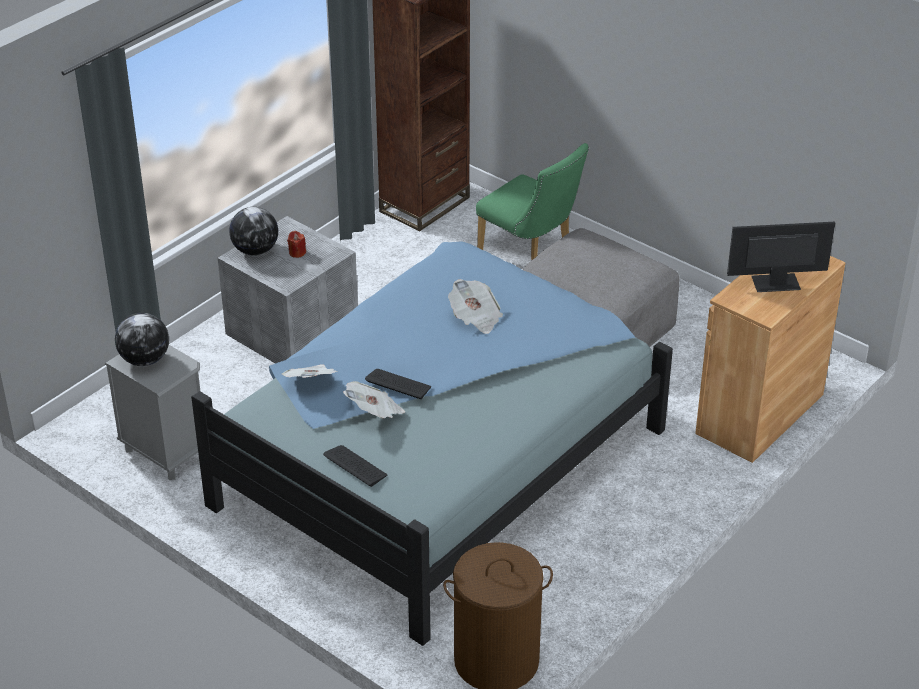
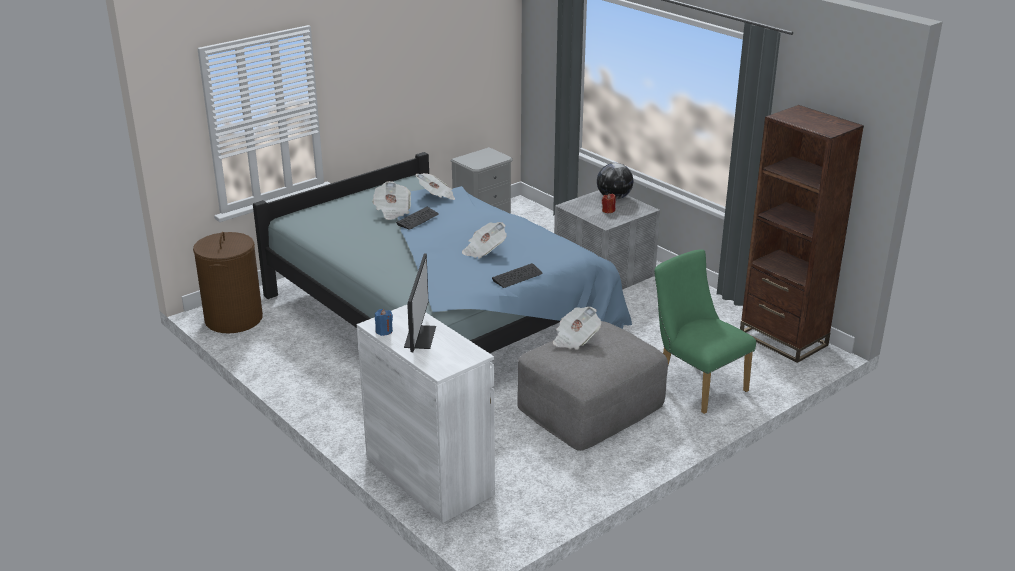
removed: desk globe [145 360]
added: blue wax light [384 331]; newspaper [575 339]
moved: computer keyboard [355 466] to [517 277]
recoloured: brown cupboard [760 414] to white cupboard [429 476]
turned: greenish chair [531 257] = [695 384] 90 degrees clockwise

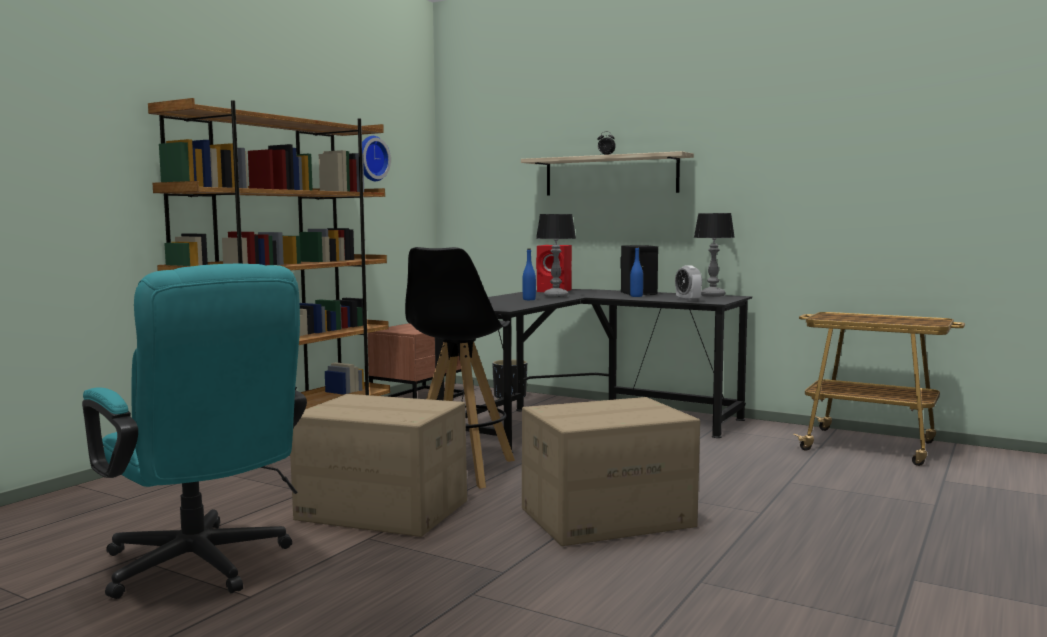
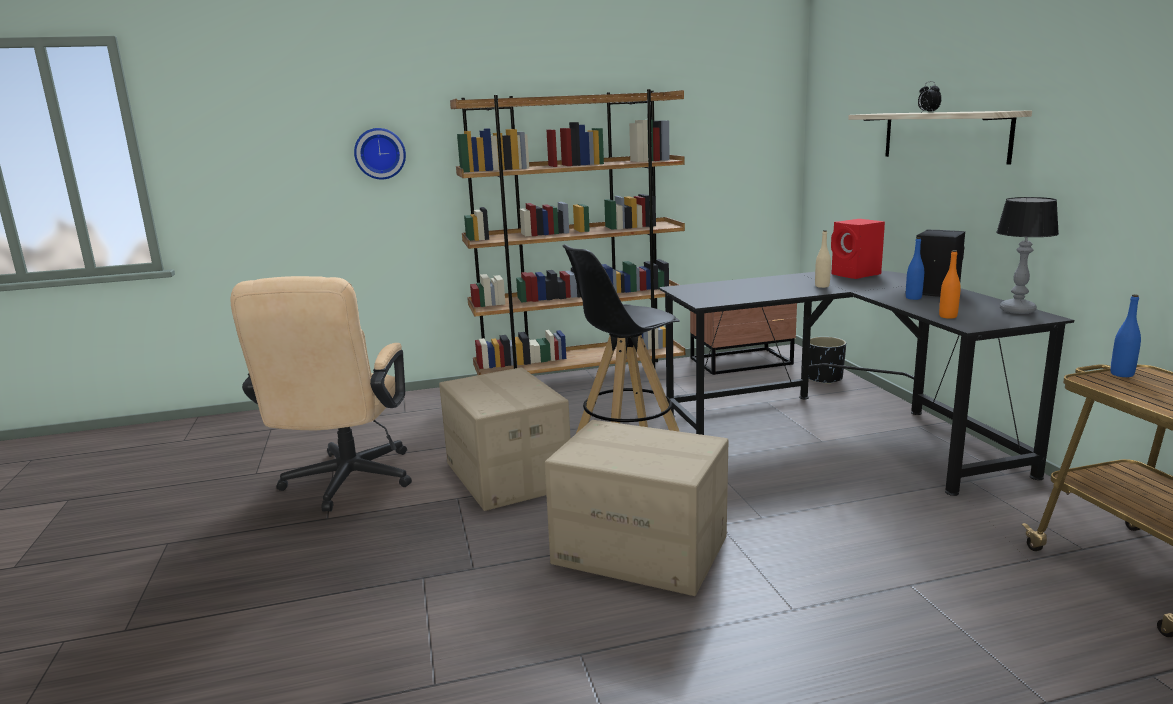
moved: clock on the wall [371 158] to [380 153]; blue drink bottle [529 299] to [1122 374]
replaced: table lamp [555 296] to beige drink bottle [822 286]; bedside clock [688 300] to orange-coloured drink bottle [948 316]
recoloured: turquoise-coloured office chair [202 568] to beige office chair [345 485]

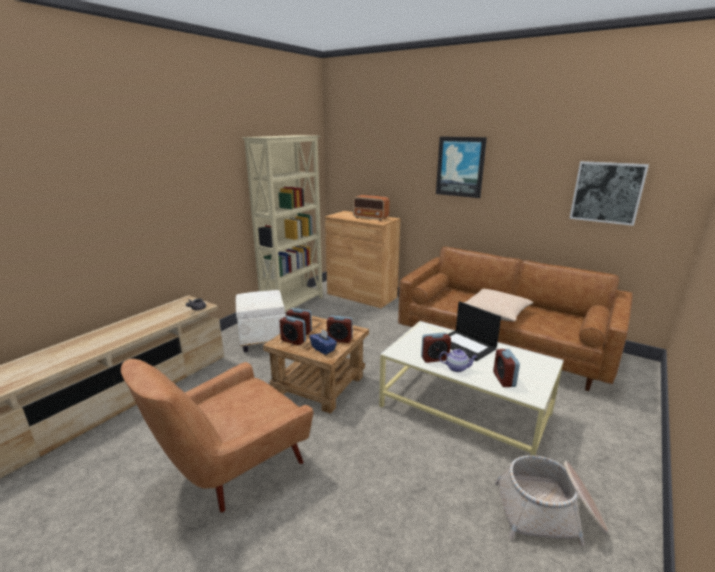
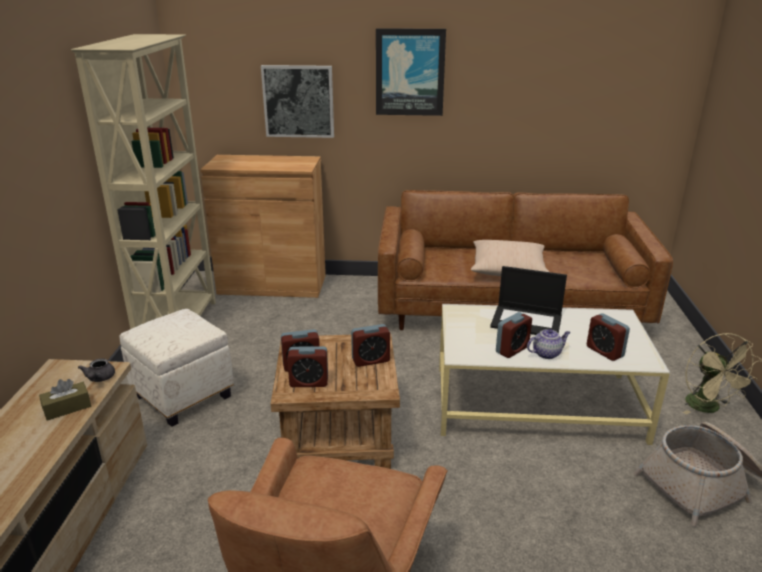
removed: blue tissue box [323 349]; radio [371 218]
added: brown tissue box [67 408]; beige fan [708 408]
moved: wall art [607 192] to [298 101]

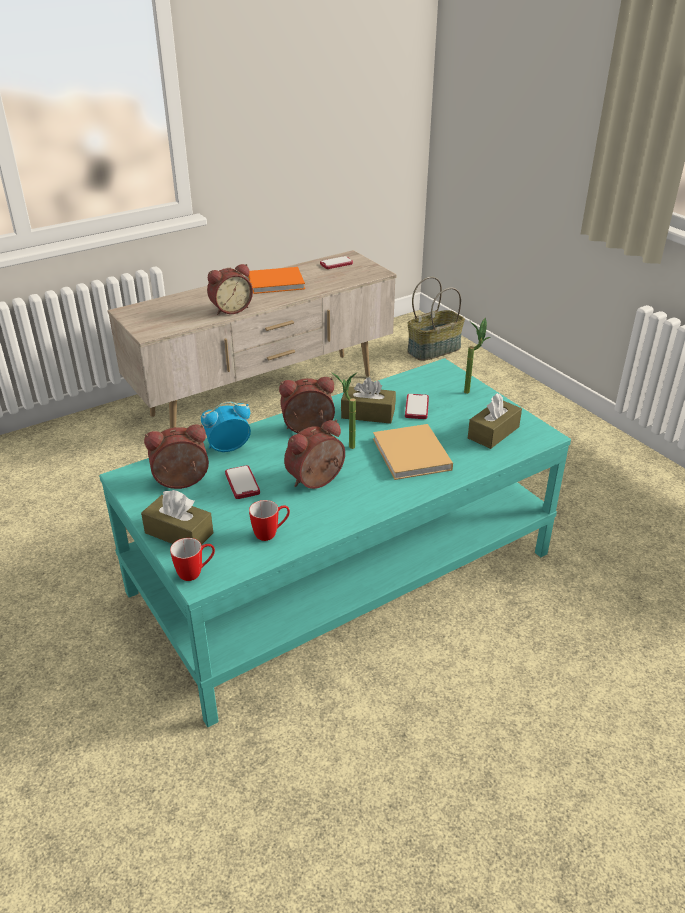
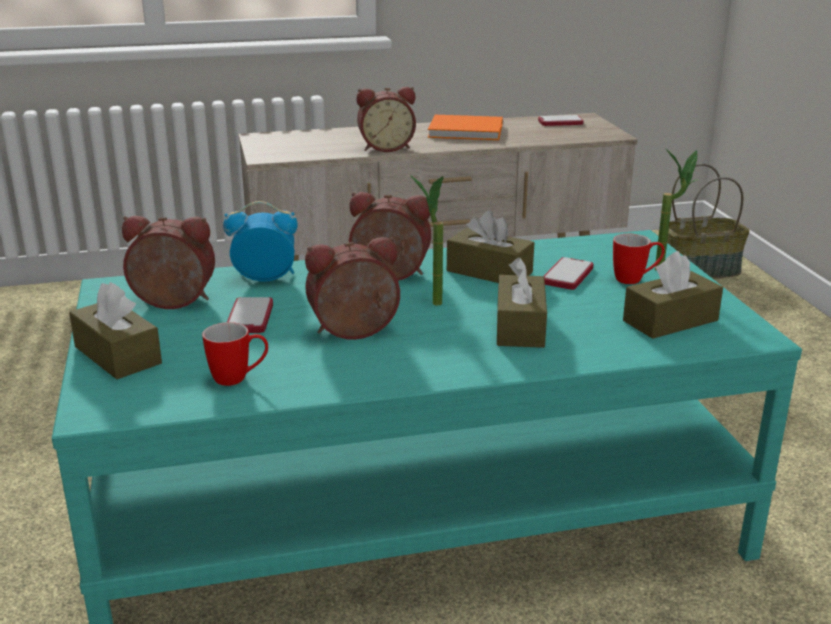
moved: coffee mug [196 572] to [635 279]
replaced: beige volume [412 455] to brown tissue box [520 327]

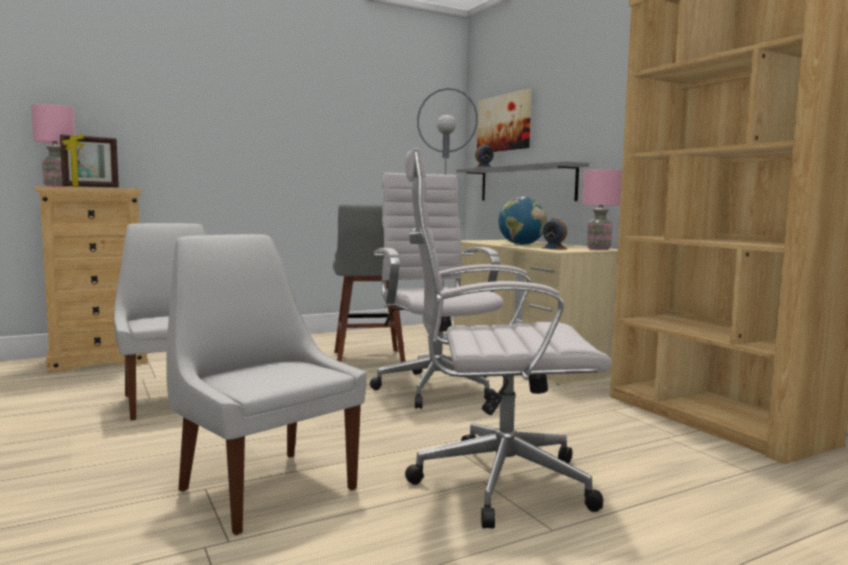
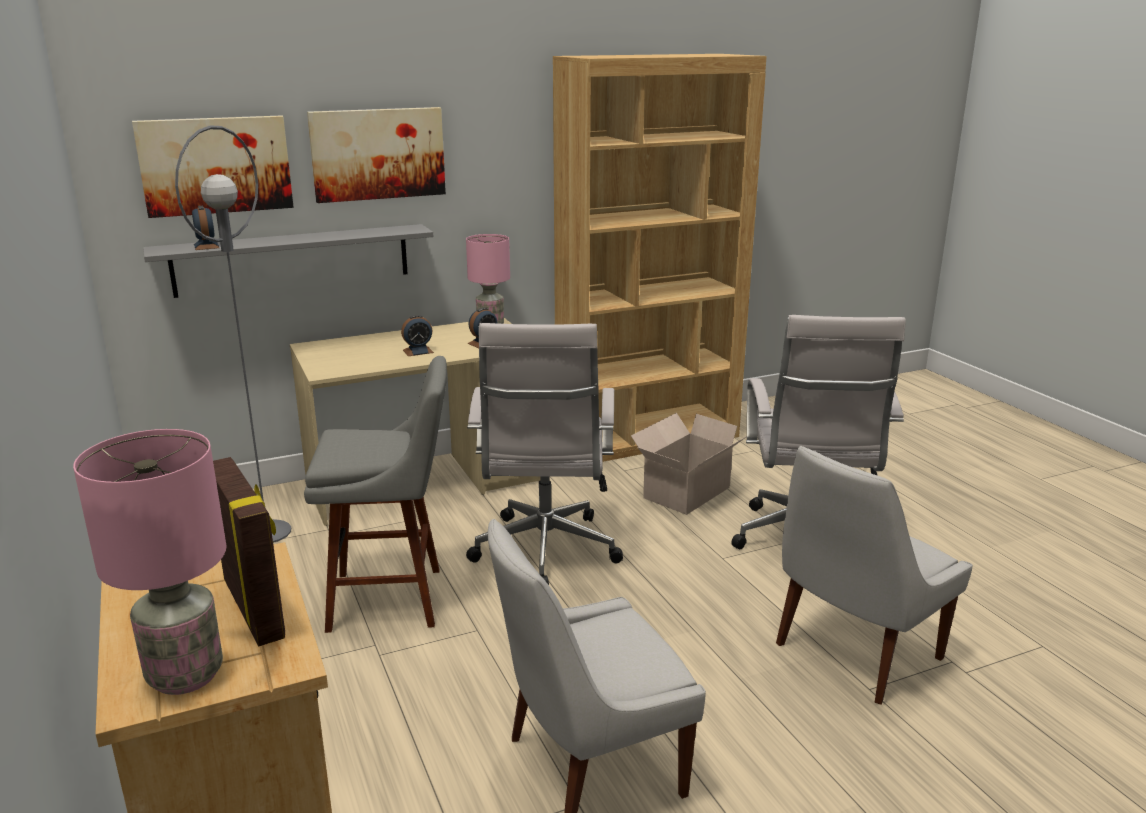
added: wall art [378 154]; cardboard box [684 493]
replaced: desk globe [521 244] to bedside clock [418 351]
turned: white office chair [434 387] = [545 554] 75 degrees counterclockwise

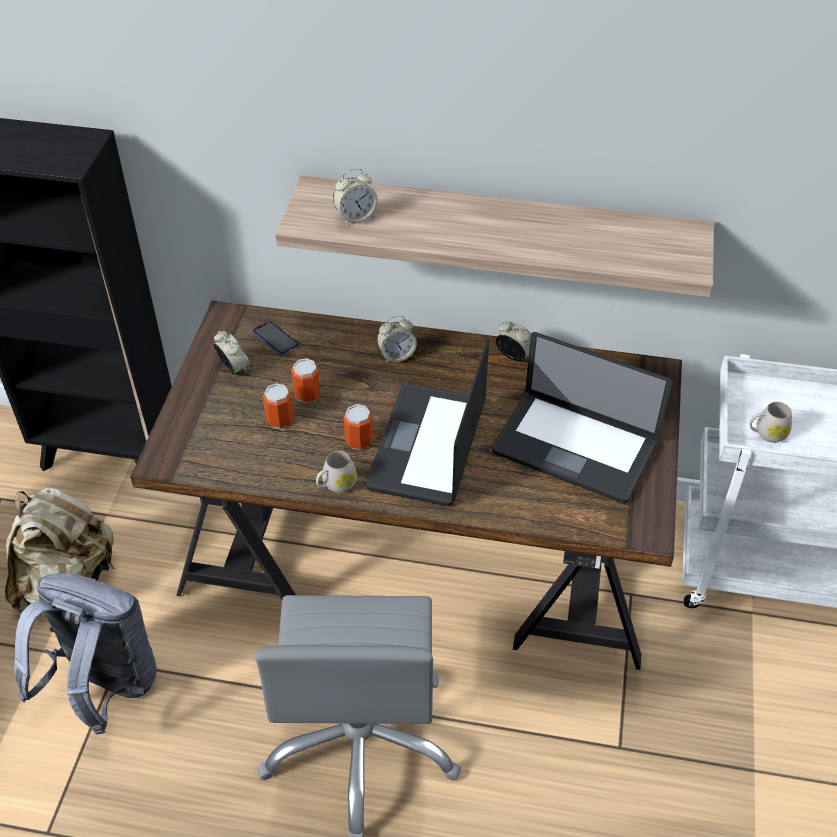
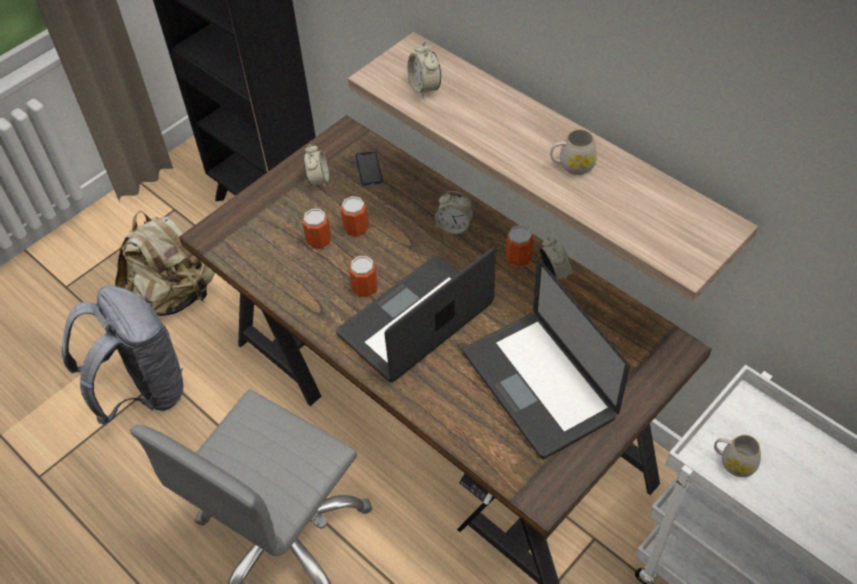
added: can [518 258]
moved: white coffee mug [336 485] to [572 165]
turned: bedside clock [356 217] = [424 88] 60 degrees clockwise

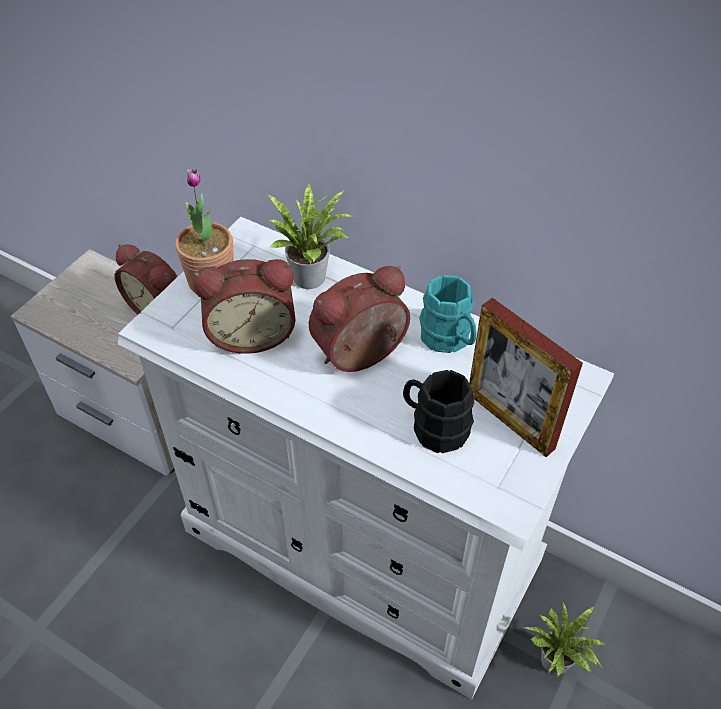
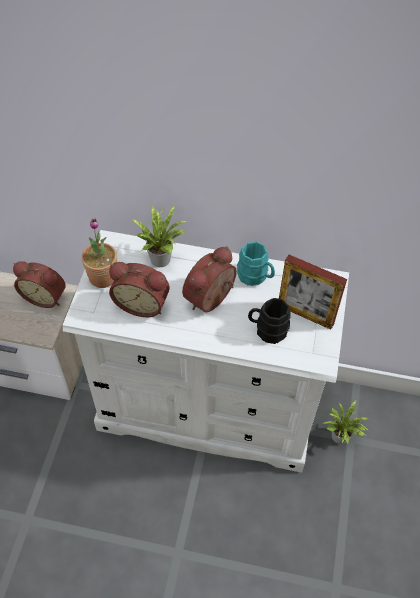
turned: bedside clock [251 333] = [142 303] 45 degrees clockwise

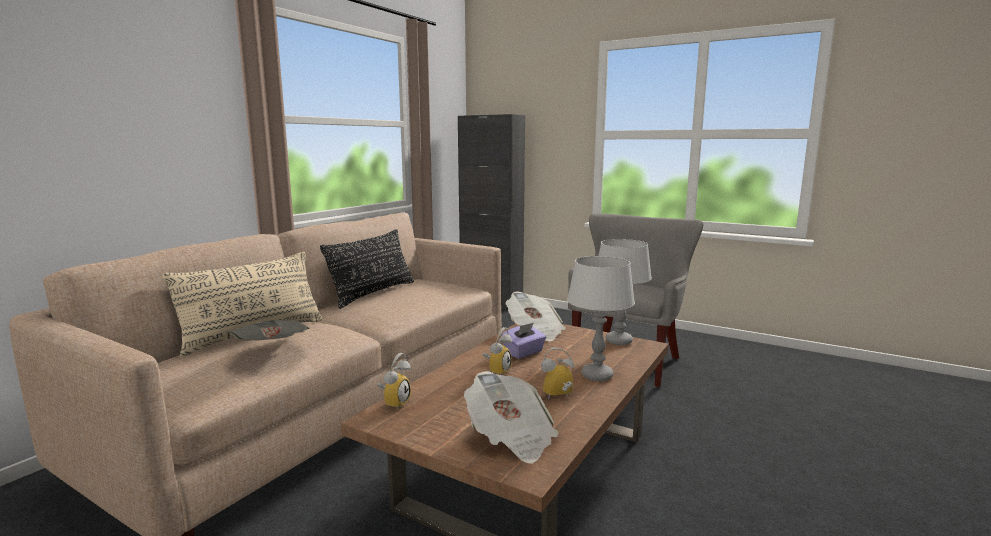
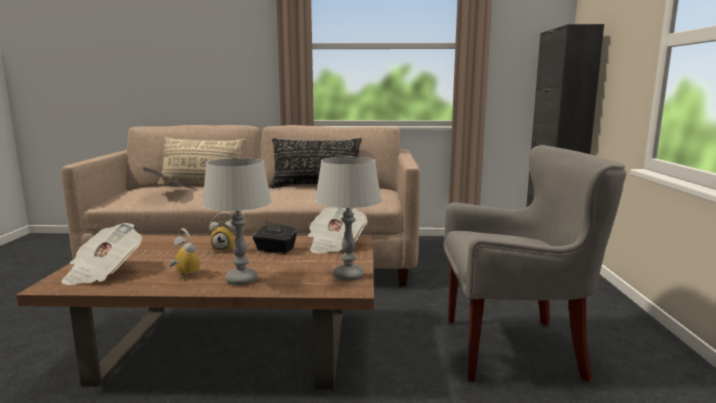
removed: bedside clock [394 403]
recoloured: purple tissue box [524 352] to black-coloured tissue box [275 250]

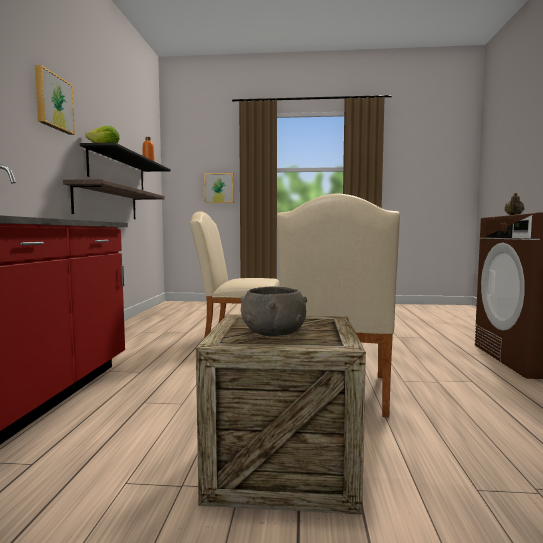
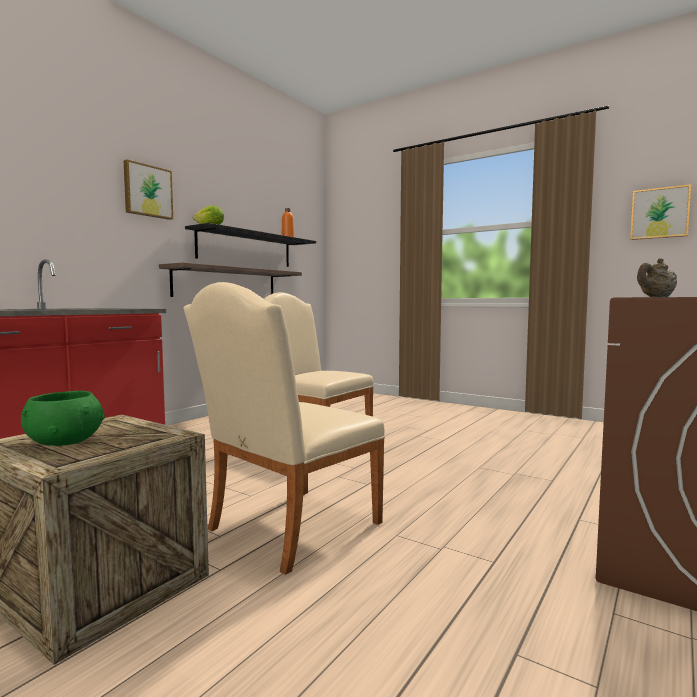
moved: wall art [219 188] to [660 213]
recoloured: grey serving bowl [273 333] to greenish serving bowl [65 442]

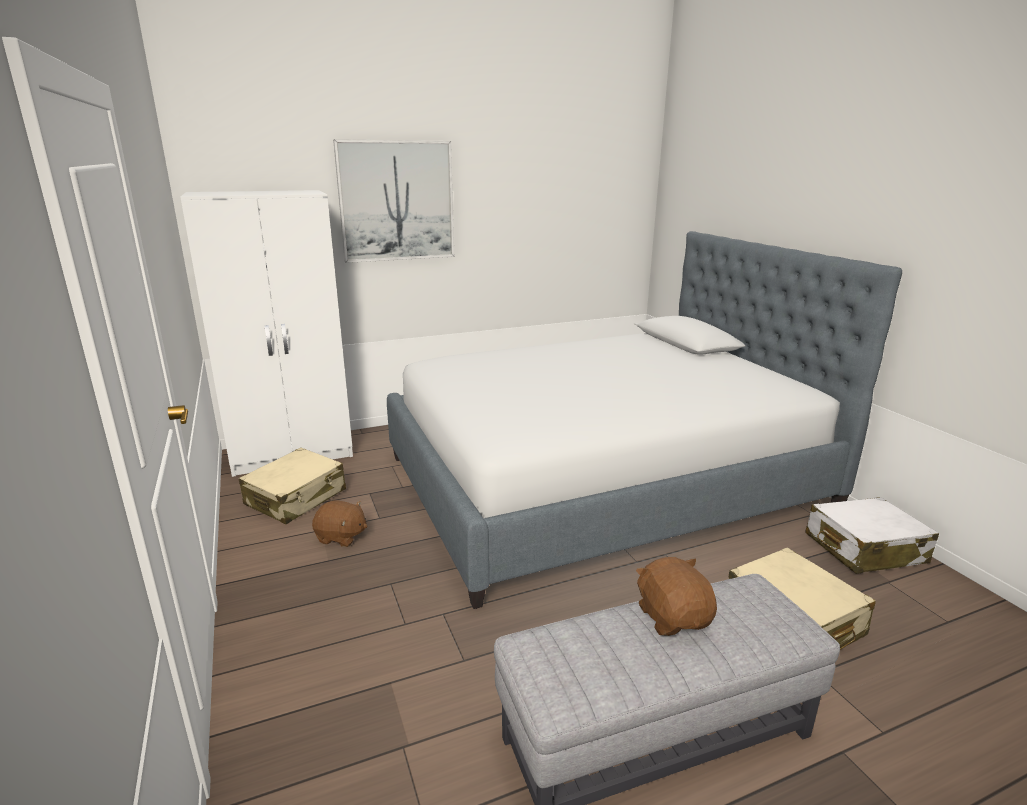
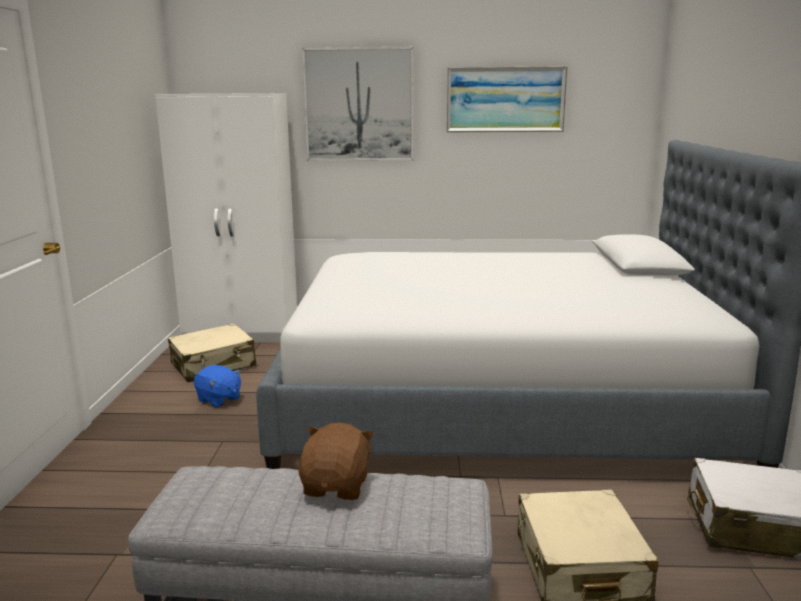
added: wall art [505 99]
recoloured: brown soft toy [341 537] to blue soft toy [219 399]

